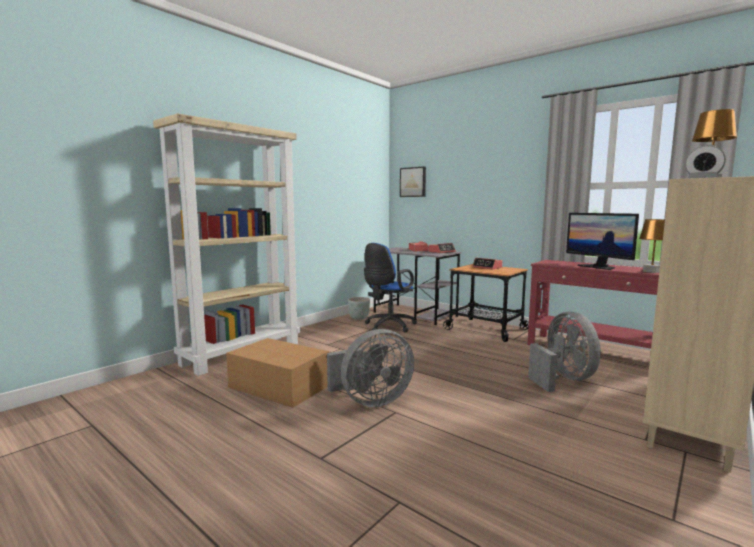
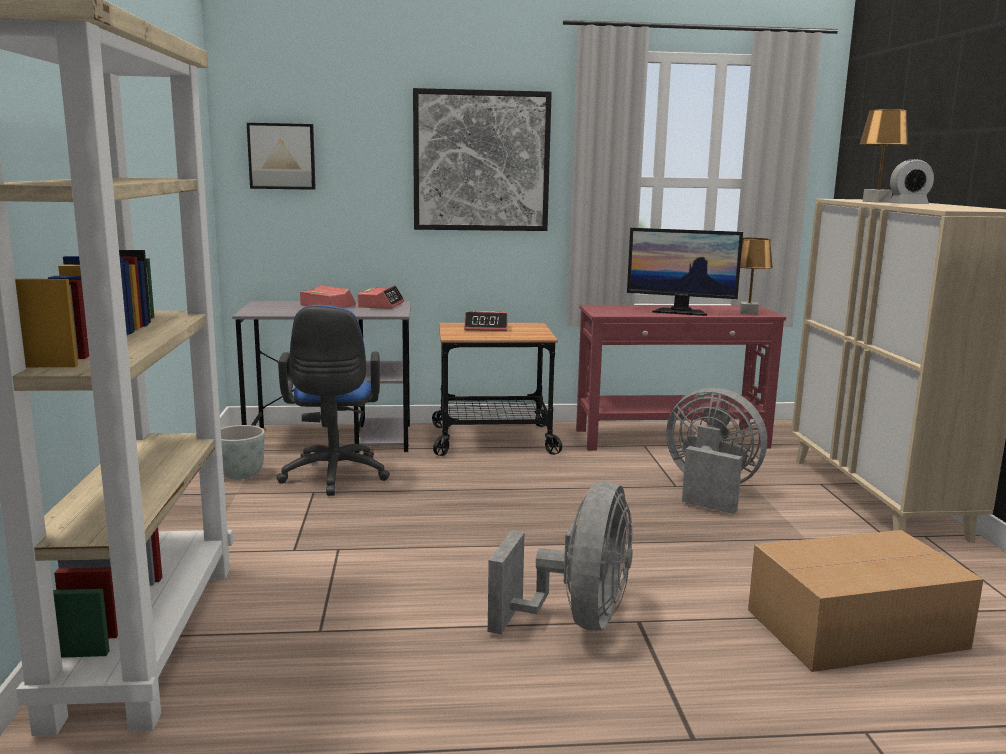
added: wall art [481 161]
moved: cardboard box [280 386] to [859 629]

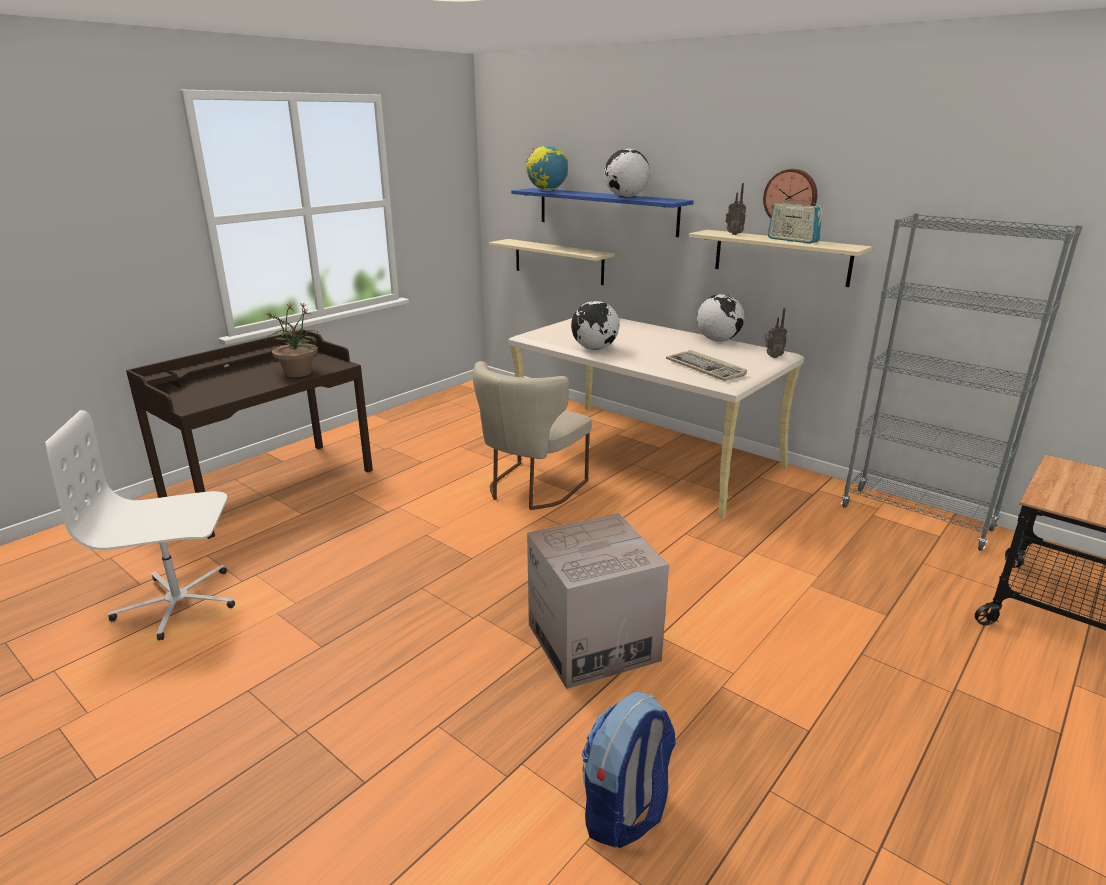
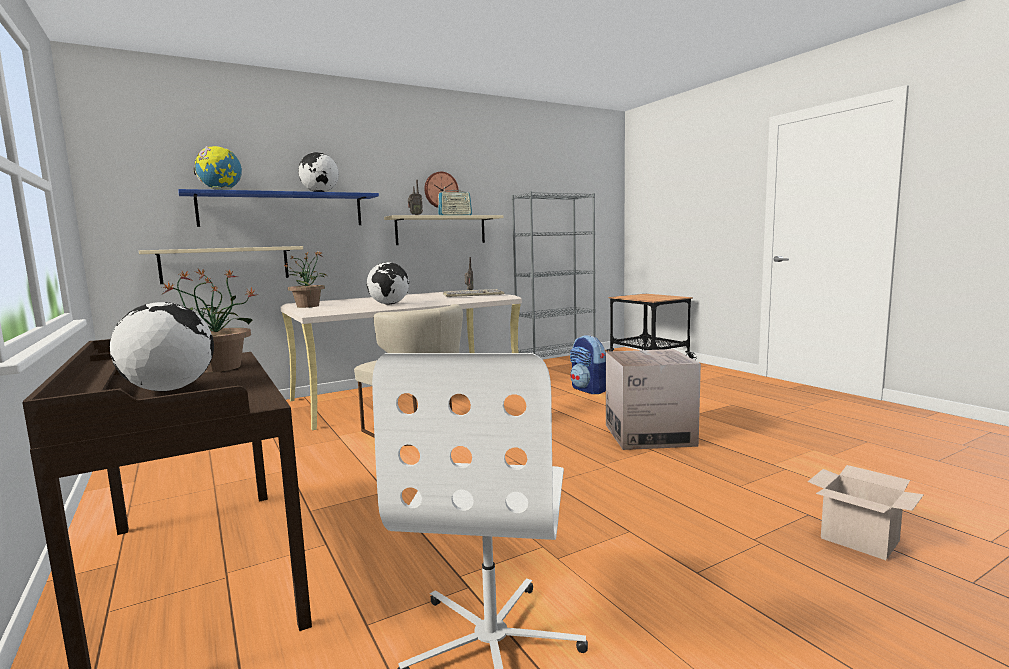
added: plant in a pot [308 306]; cardboard box [857 539]
moved: desk globe [718 340] to [169 389]; backpack [625 811] to [589 390]

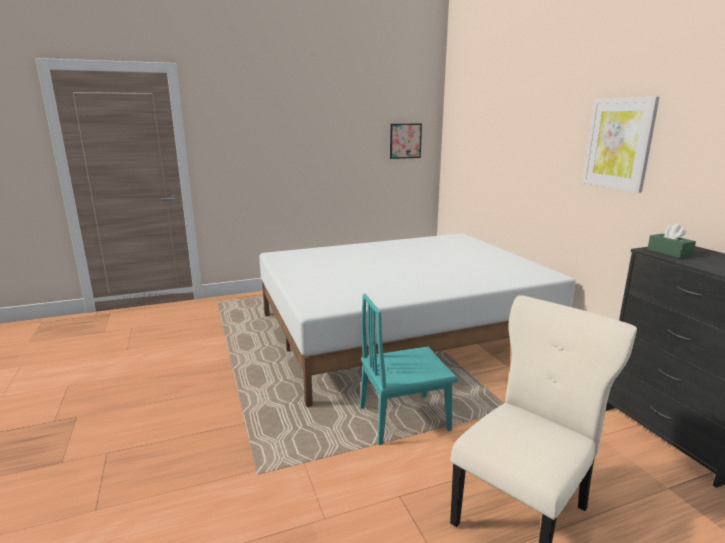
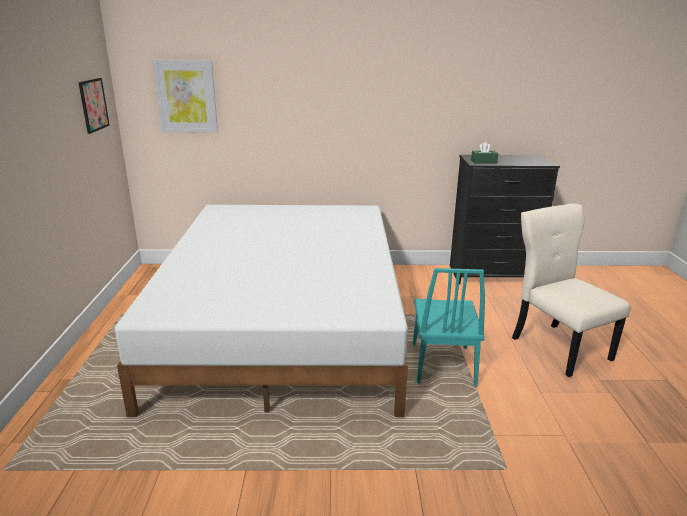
moved: wall art [618 143] to [186 96]

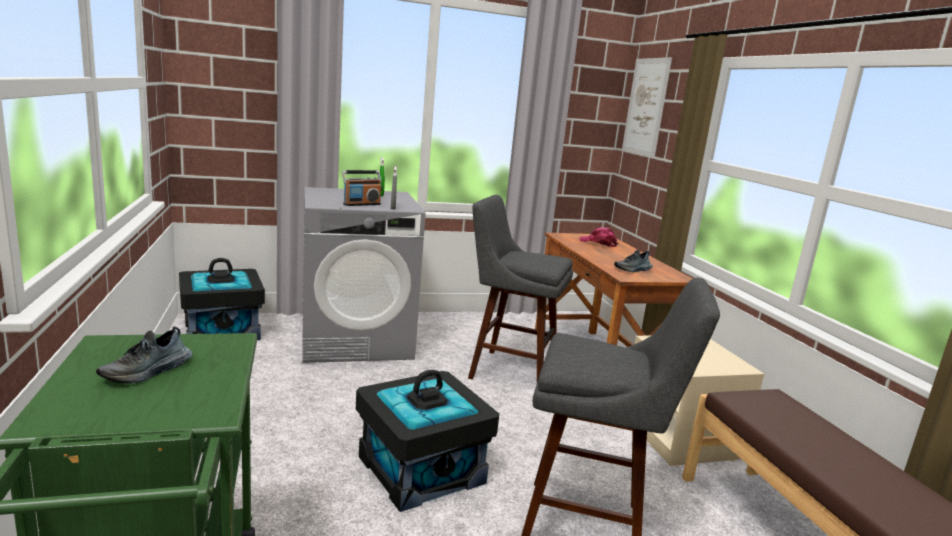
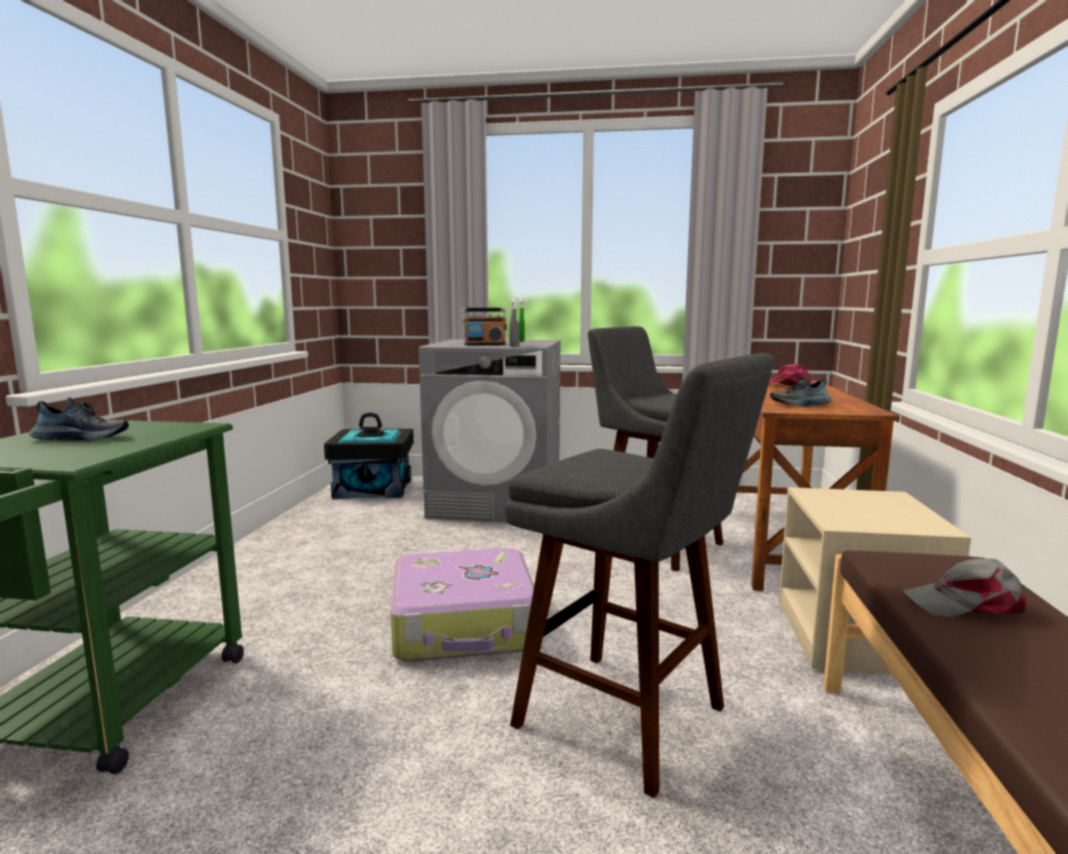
removed: wall art [645 106]
added: grey peaked cap [966 604]
replaced: black-coloured storage box [421 469] to travel case [465 624]
turned: low shoe [148 372] = [83 438] 150 degrees counterclockwise

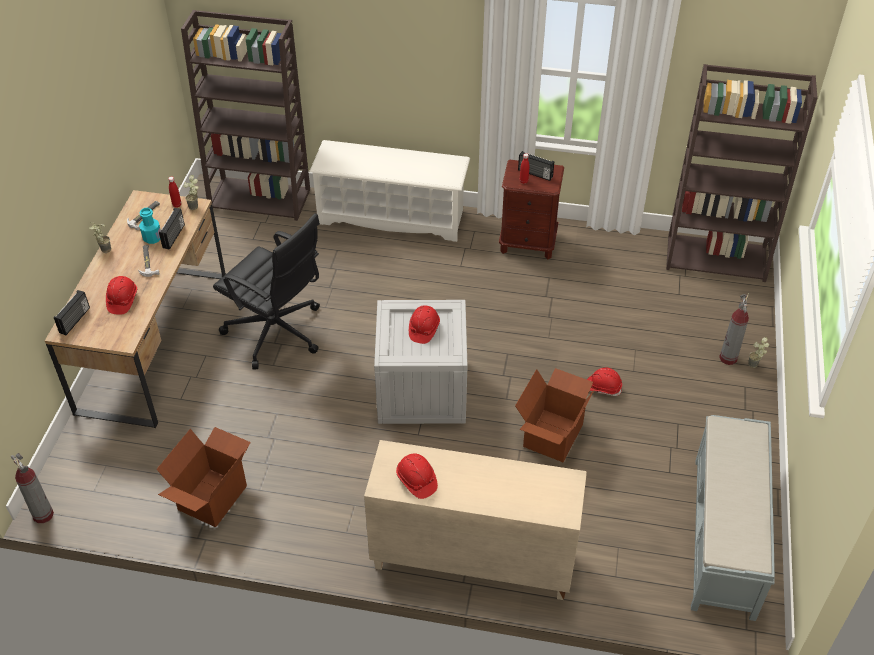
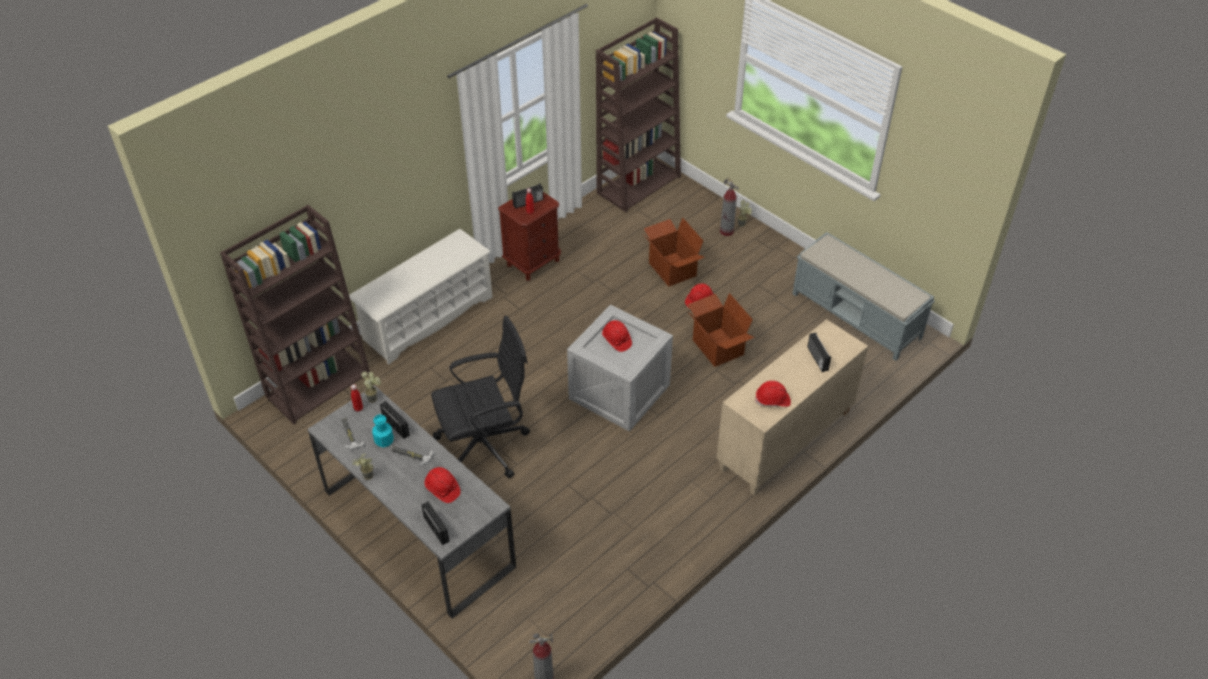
added: radio [817 359]
moved: cardboard box [211 497] to [671 269]
recoloured: brown desk [154 341] to grey desk [418 528]

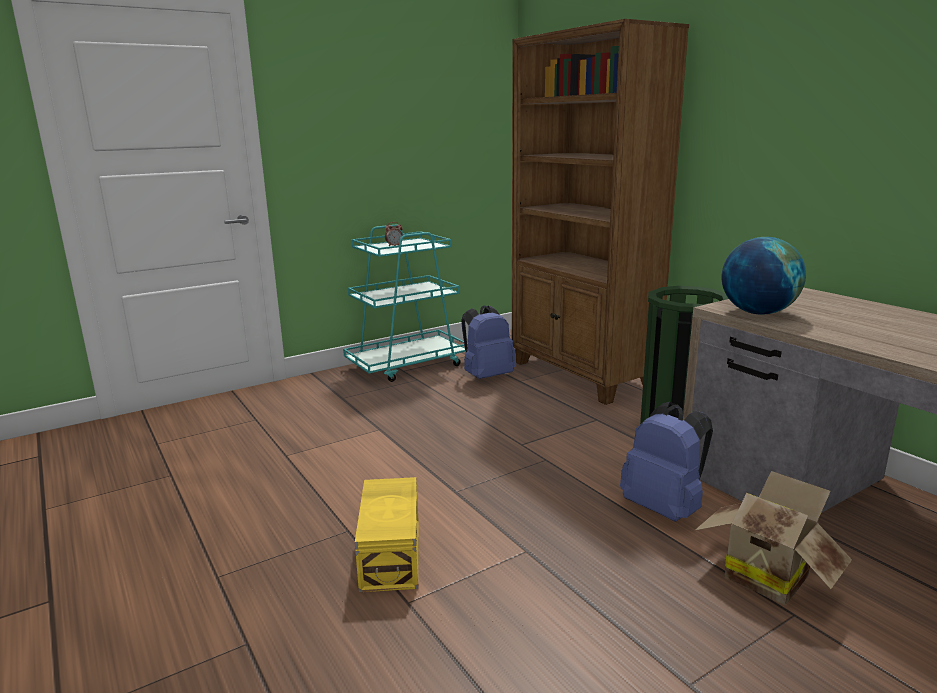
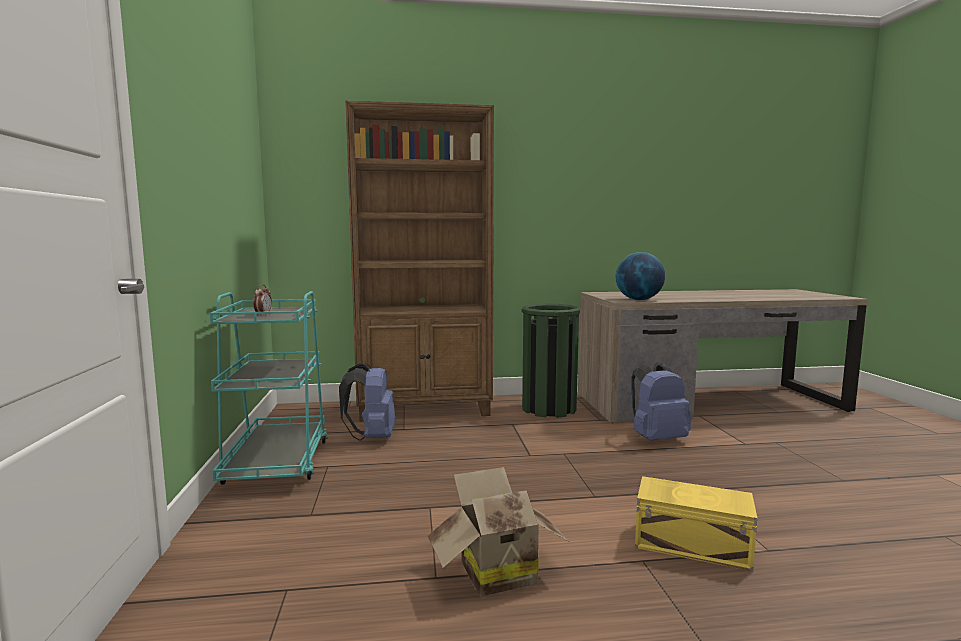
moved: cardboard box [766 574] to [493 571]

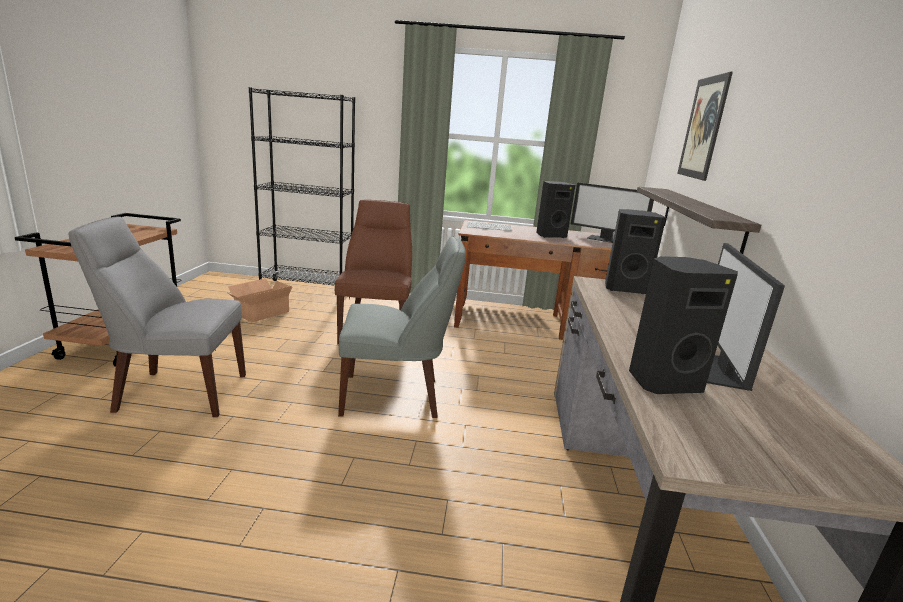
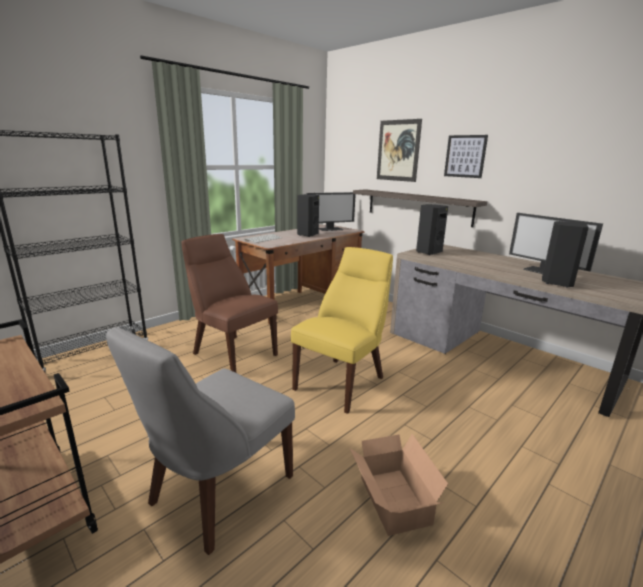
added: wall art [465 156]
moved: cardboard box [260 312] to [392 502]
recoloured: grey chair [396 396] to yellowish chair [342 381]

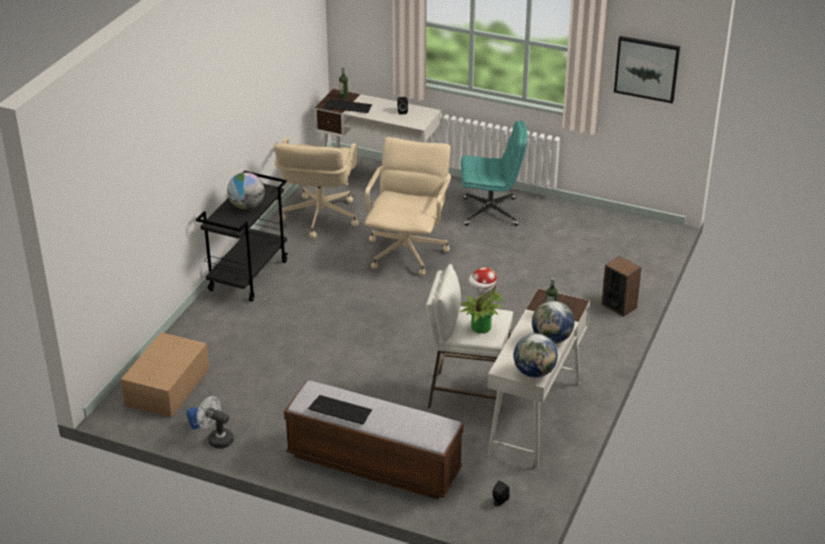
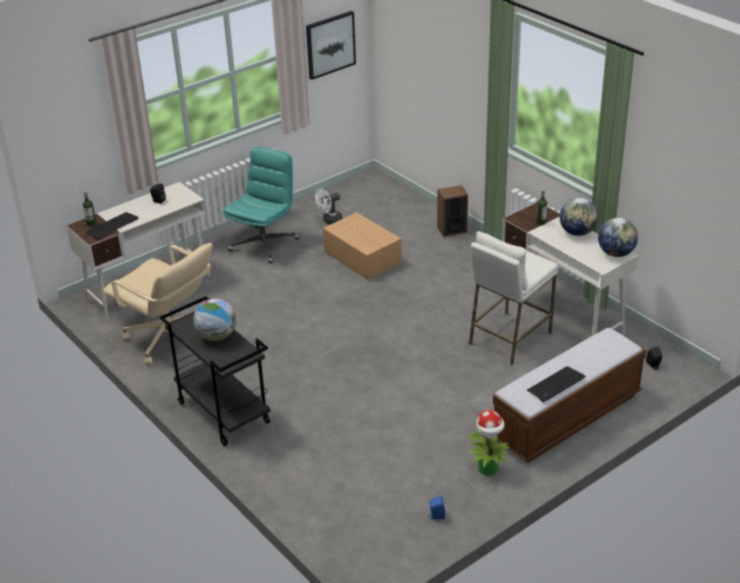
removed: beige office chair [407 252]
moved: white fan [217 439] to [329 220]; cardboard box [166 387] to [362 258]; plant in a pot [480 328] to [488 469]

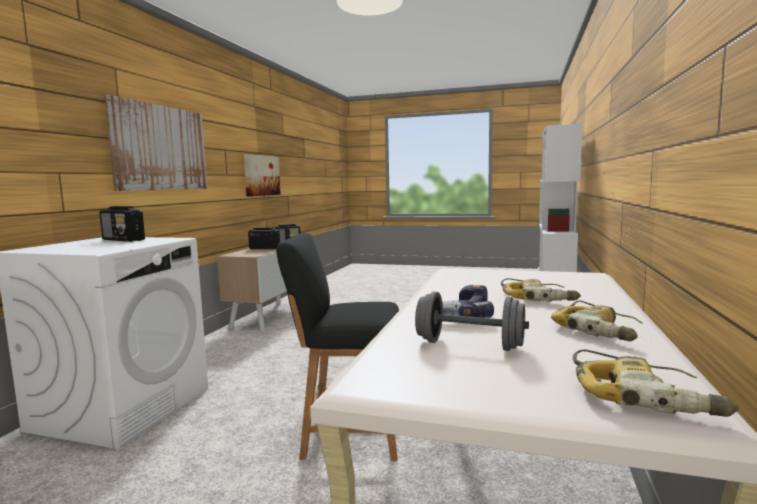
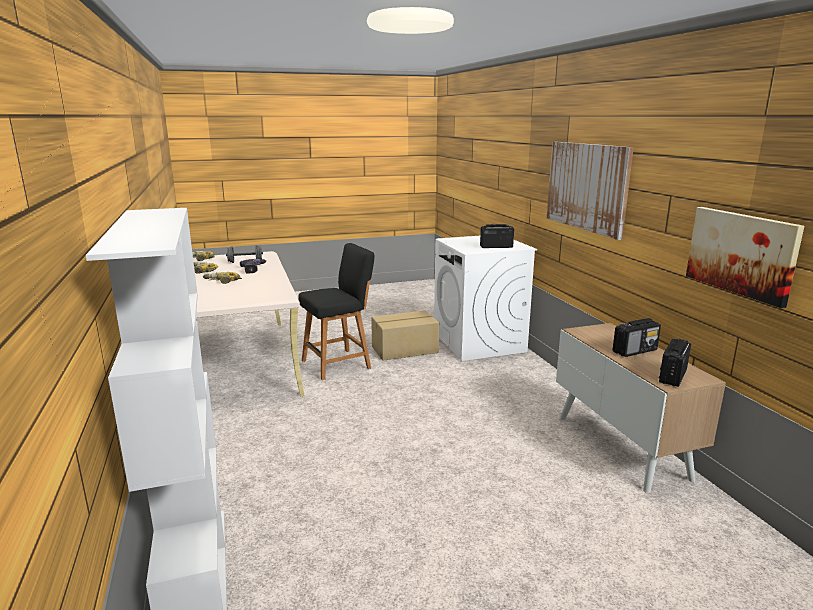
added: cardboard box [405 350]

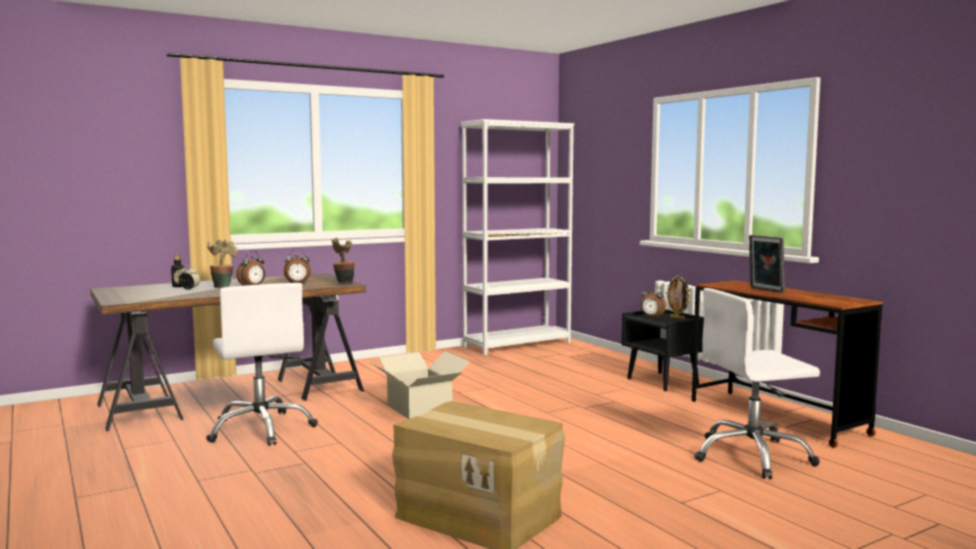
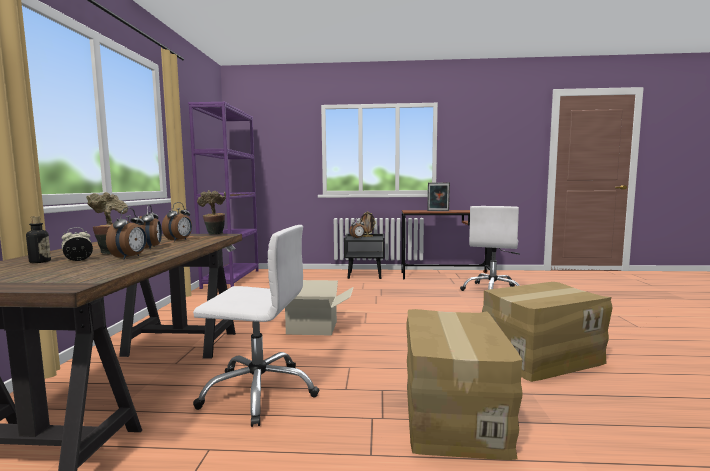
added: bedside clock [130 257]; cardboard box [451 414]
recoloured: white bookshelf [517 345] to purple bookshelf [231 279]

